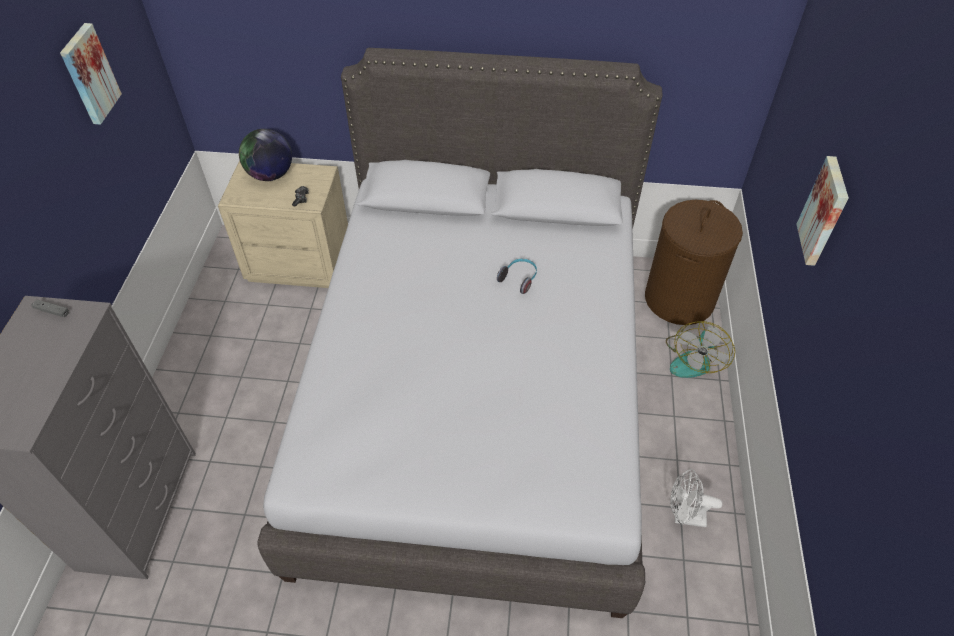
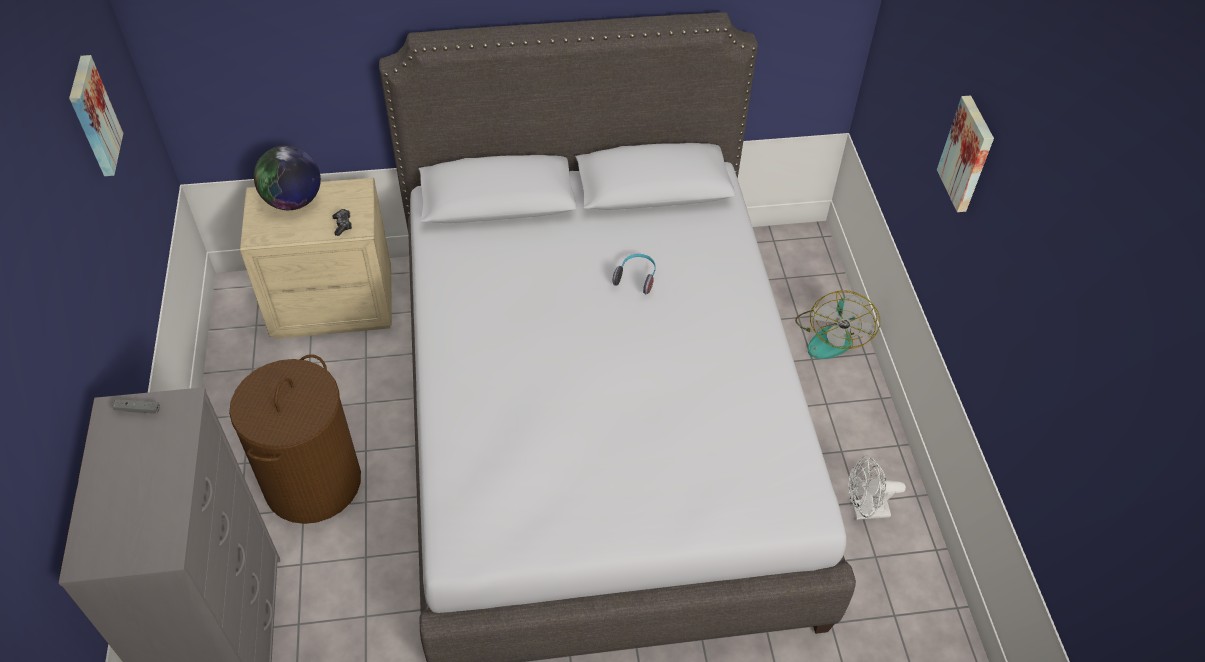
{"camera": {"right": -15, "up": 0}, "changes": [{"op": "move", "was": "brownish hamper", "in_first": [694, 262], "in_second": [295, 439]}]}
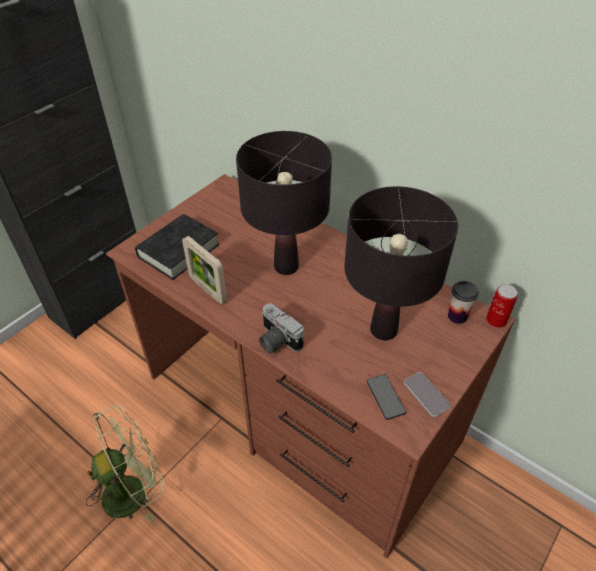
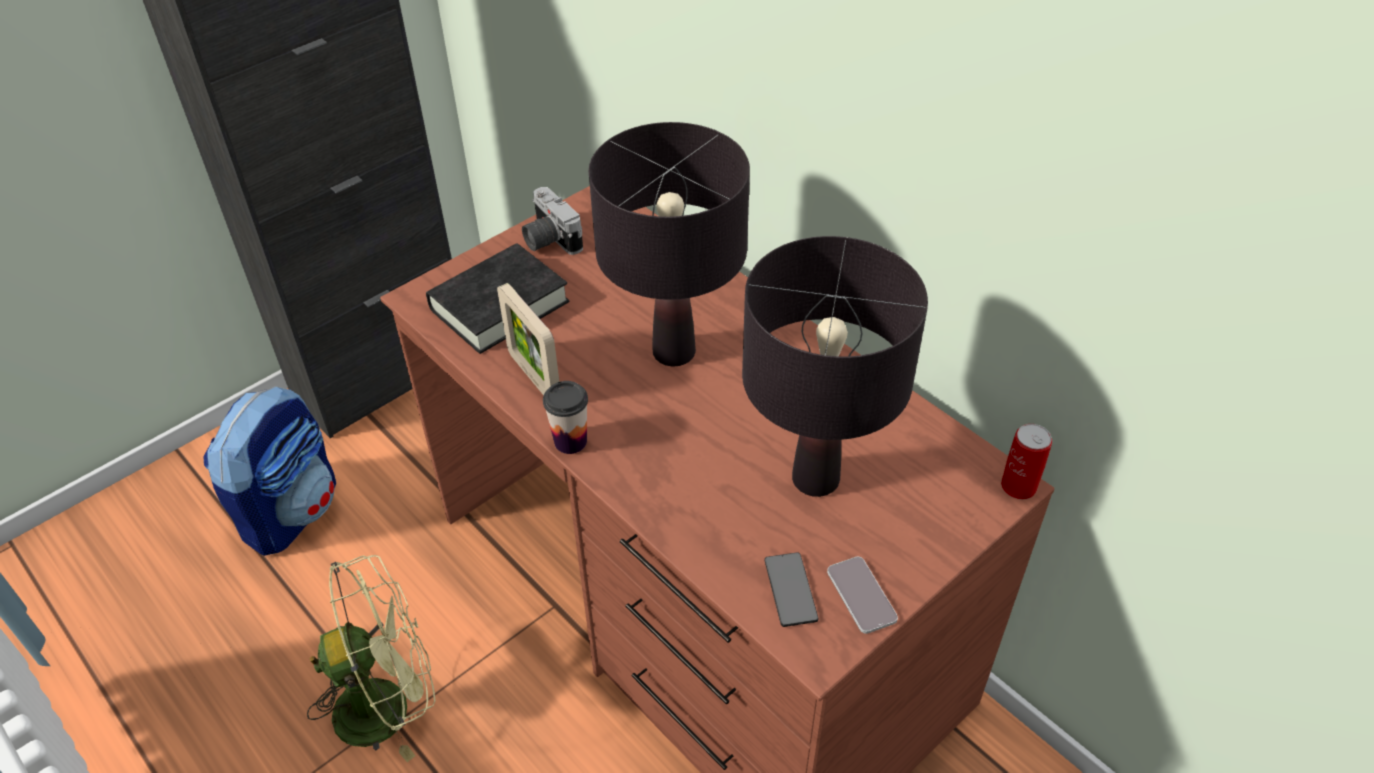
{"camera": {"right": 10, "up": 0}, "changes": [{"op": "insert", "now": "knapsack", "in_second": [269, 471]}, {"op": "move", "was": "photo camera", "in_first": [281, 328], "in_second": [552, 221]}, {"op": "move", "was": "small cup", "in_first": [463, 302], "in_second": [565, 417]}]}
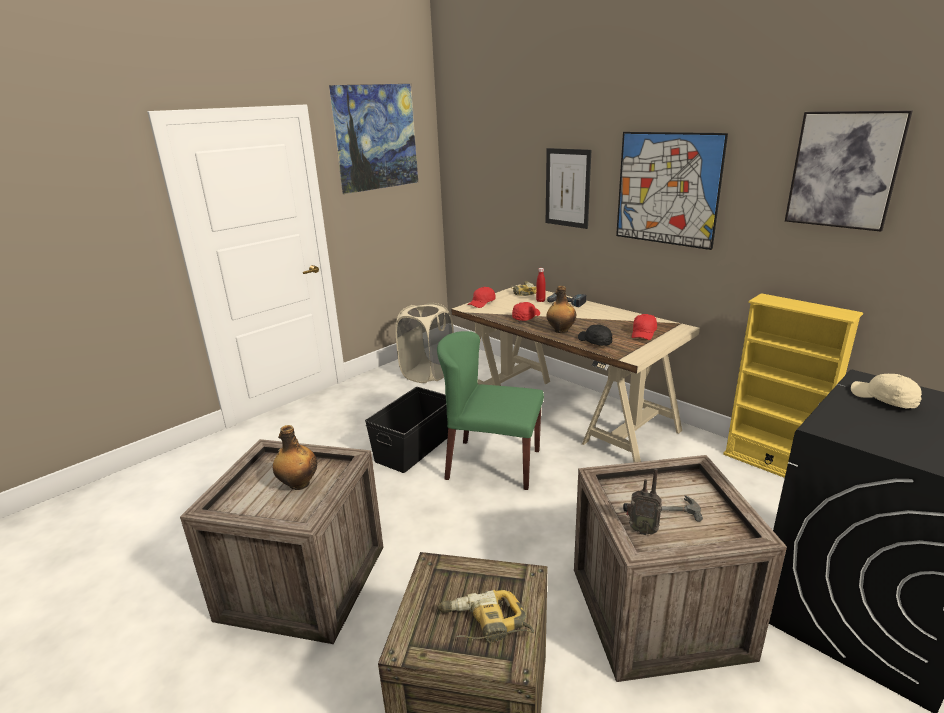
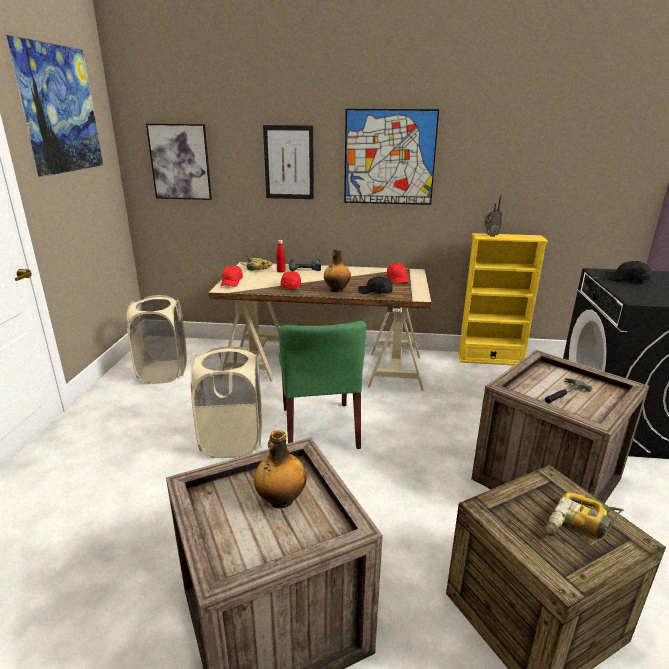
{"camera": {"right": -40, "up": 0}, "changes": [{"op": "move", "was": "radio", "in_first": [644, 501], "in_second": [493, 216]}, {"op": "move", "was": "wall picture", "in_first": [849, 171], "in_second": [179, 162]}, {"op": "replace", "was": "black storage box", "now": "sand-coloured hamper", "in_first": [406, 430], "in_second": [226, 402]}, {"op": "recolor", "was": "sand-coloured cap", "now": "black cap", "in_first": [886, 391], "in_second": [628, 271]}, {"op": "rotate", "was": "green plain chair", "in_first": [490, 410], "in_second": [322, 385], "clockwise": -75}]}
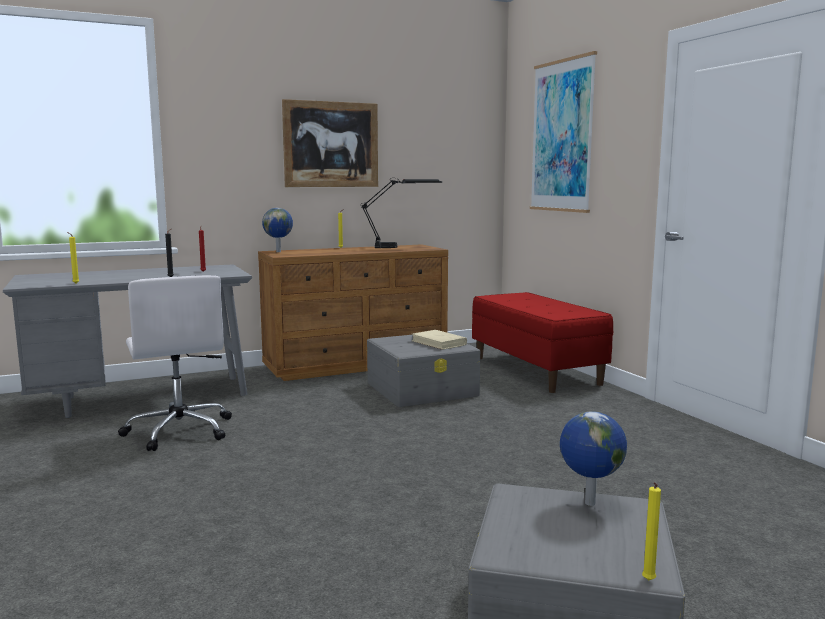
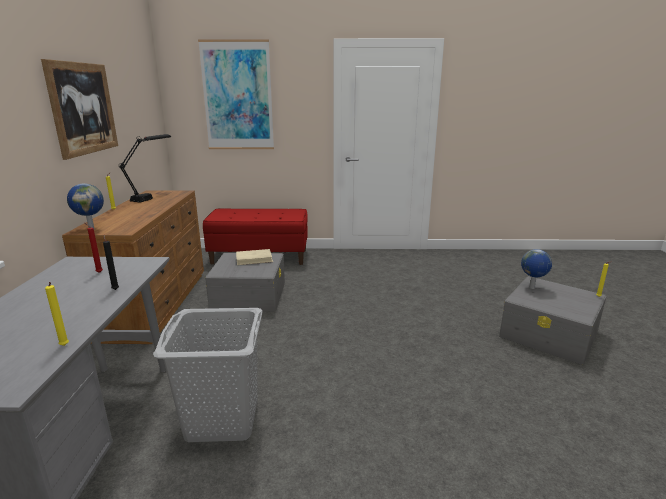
{"camera": {"right": -65, "up": 10}, "changes": [{"op": "replace", "was": "white computer chair", "now": "grey hamper", "in_first": [175, 363], "in_second": [208, 375]}]}
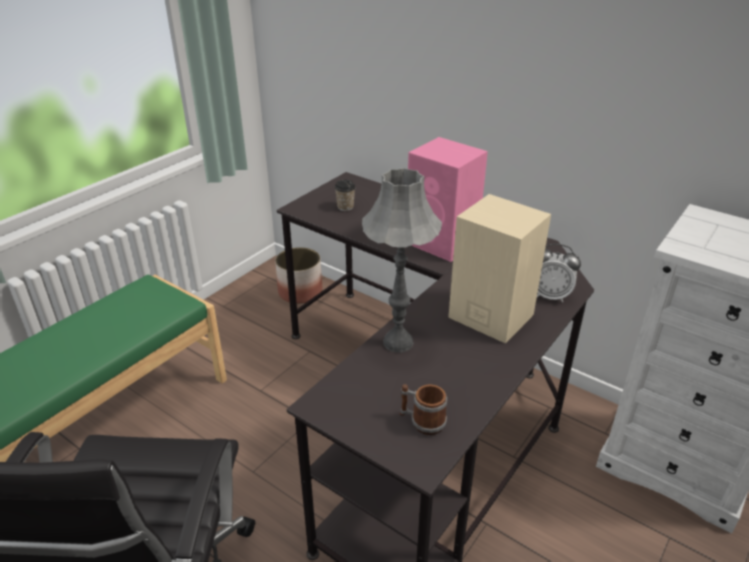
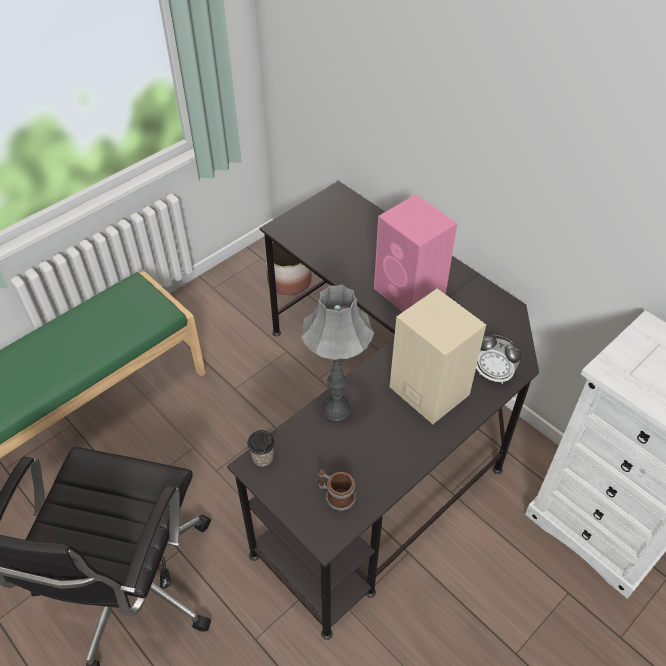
{"camera": {"right": 10, "up": 15}, "changes": [{"op": "move", "was": "small cup", "in_first": [345, 195], "in_second": [261, 448]}]}
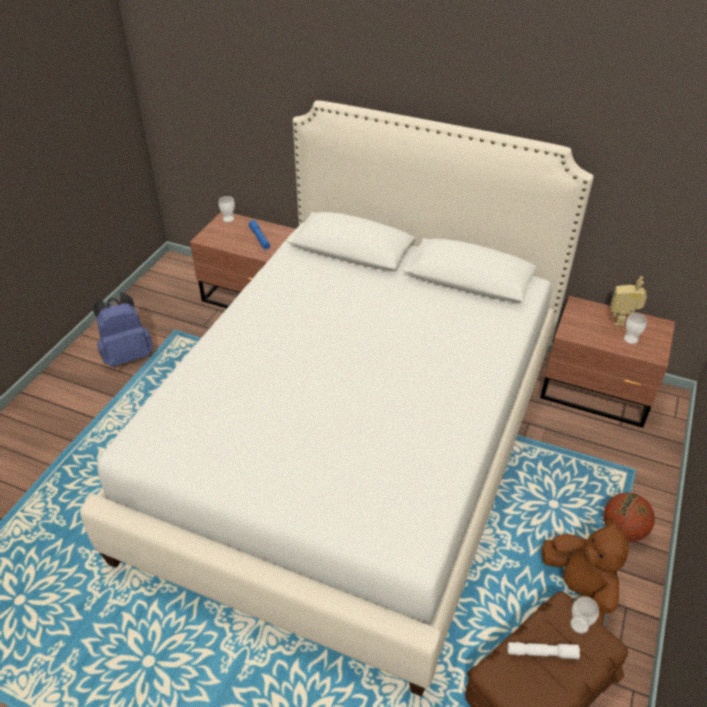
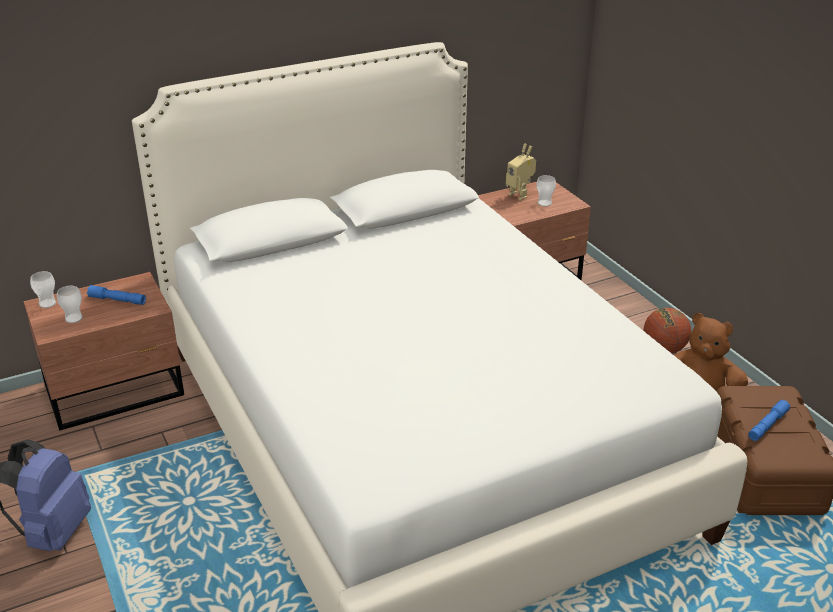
{"camera": {"right": -50, "up": -10}, "changes": [{"op": "move", "was": "small cup", "in_first": [584, 615], "in_second": [70, 304]}, {"op": "recolor", "was": "white hand torch", "now": "blue-coloured hand torch", "in_first": [544, 650], "in_second": [769, 420]}]}
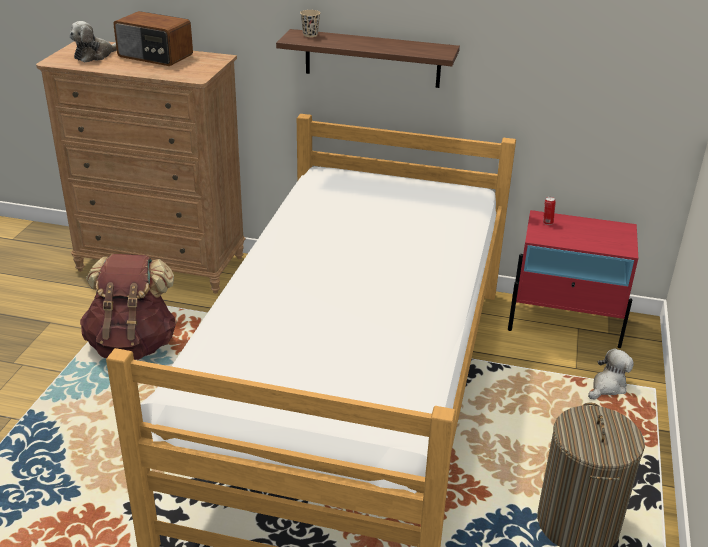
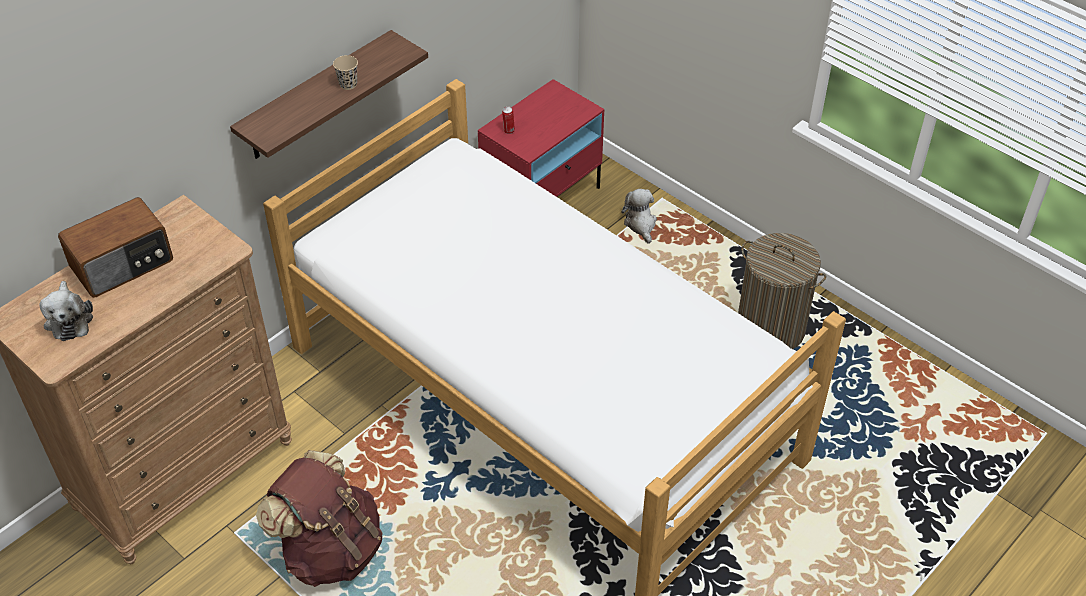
{"camera": {"right": -60, "up": 15}, "changes": [{"op": "move", "was": "sand-coloured small cup", "in_first": [310, 23], "in_second": [345, 72]}]}
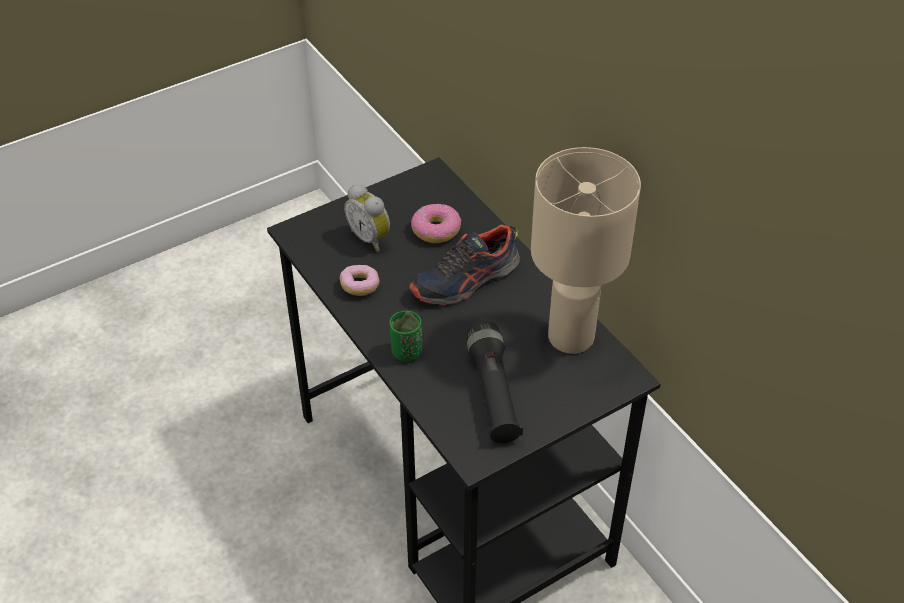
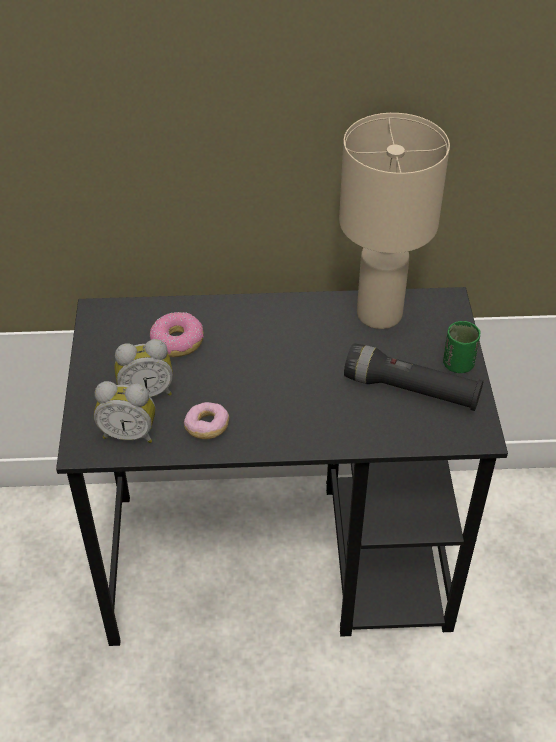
{"camera": {"right": -60, "up": 0}, "changes": [{"op": "delete", "was": "item of footwear", "in_first": [464, 264]}, {"op": "insert", "now": "table clock", "in_second": [124, 412]}, {"op": "move", "was": "green small cup", "in_first": [405, 335], "in_second": [461, 347]}]}
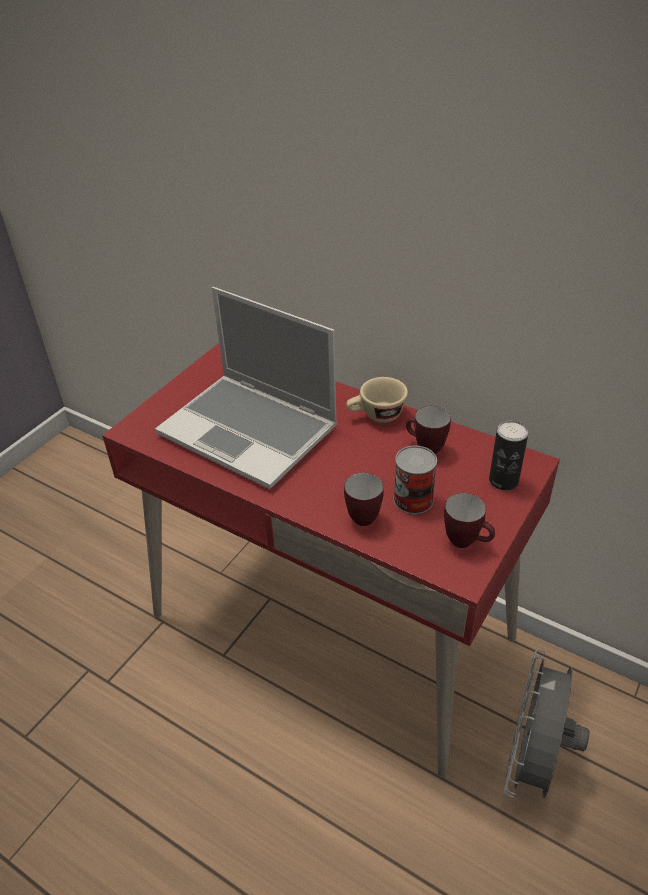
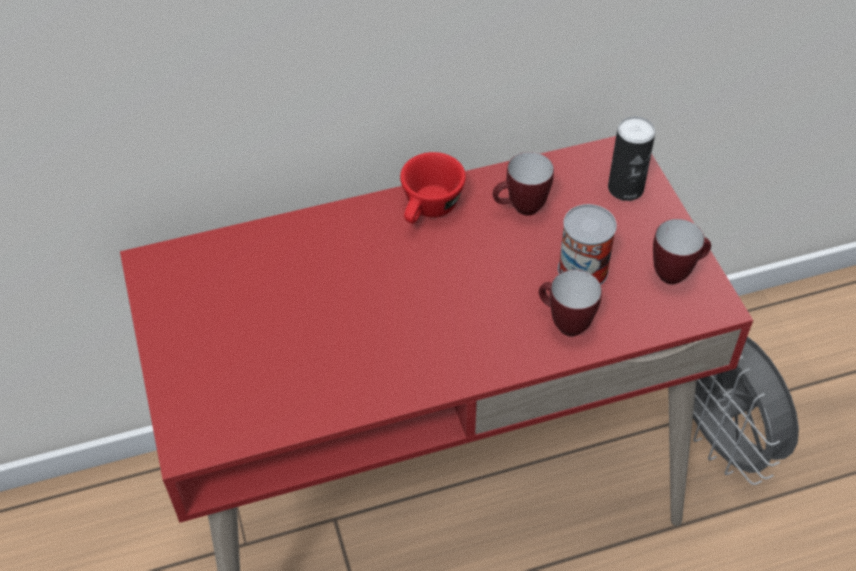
{"camera": {"right": -50, "up": 10}, "changes": [{"op": "delete", "was": "laptop", "in_first": [246, 388]}, {"op": "recolor", "was": "sand-coloured small cup", "now": "red-coloured small cup", "in_first": [377, 400], "in_second": [433, 188]}]}
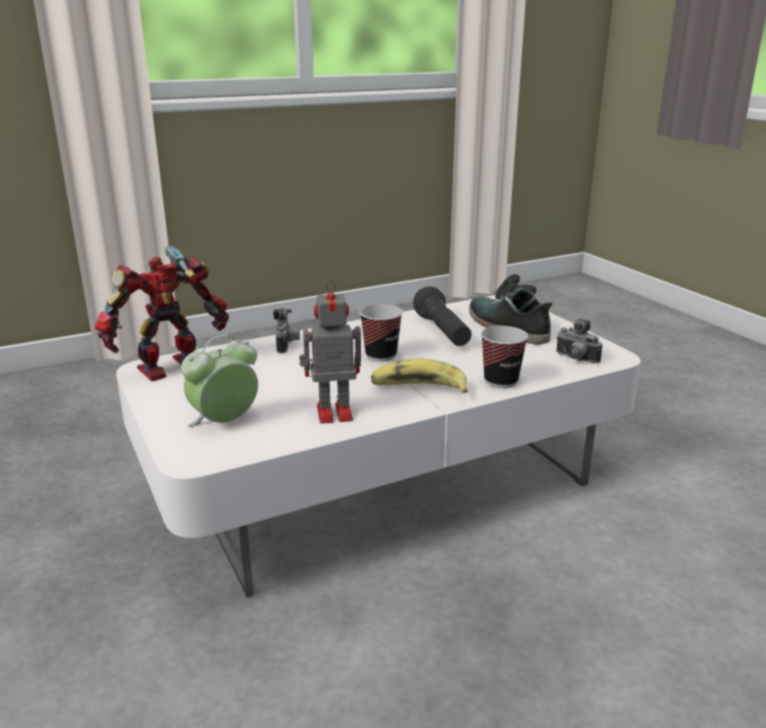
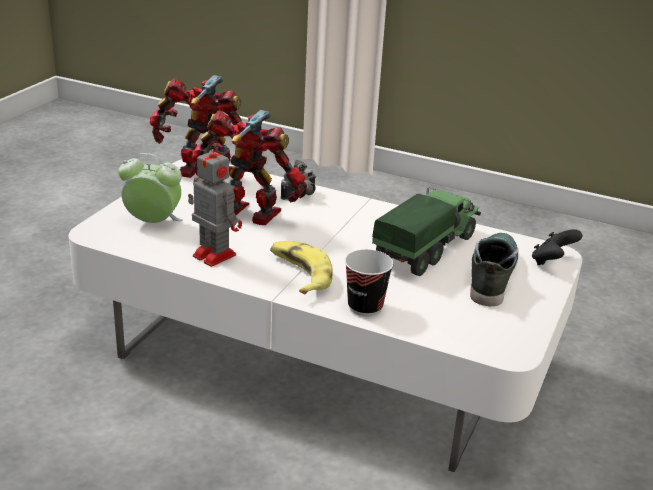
{"camera": {"right": 50, "up": 5}, "changes": [{"op": "delete", "was": "small cup", "in_first": [381, 333]}, {"op": "delete", "was": "photo camera", "in_first": [579, 341]}, {"op": "insert", "now": "toy robot", "in_second": [249, 167]}, {"op": "replace", "was": "black hand torch", "now": "model truck", "in_first": [442, 316], "in_second": [426, 231]}]}
